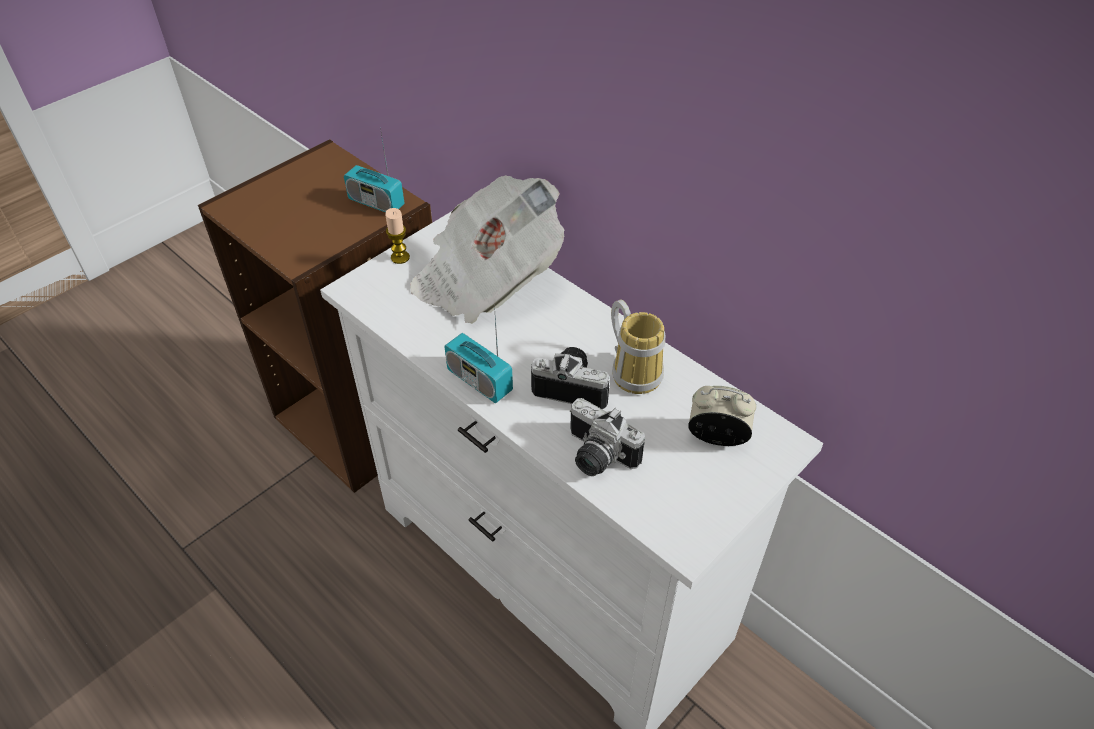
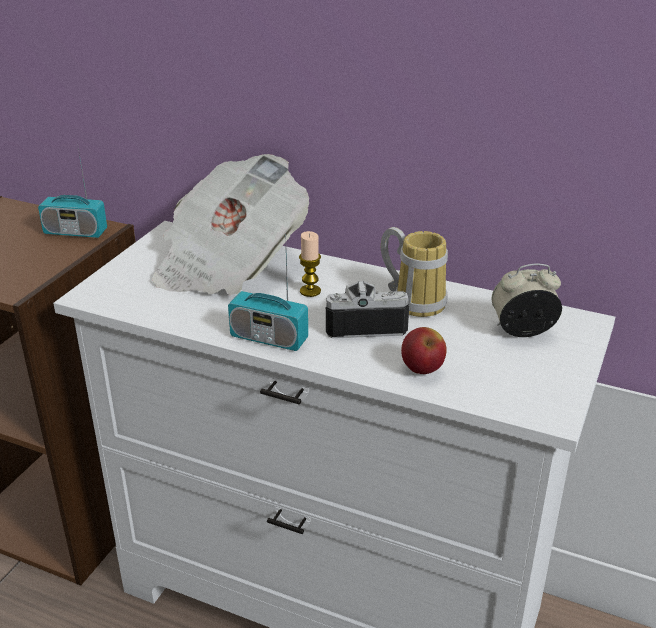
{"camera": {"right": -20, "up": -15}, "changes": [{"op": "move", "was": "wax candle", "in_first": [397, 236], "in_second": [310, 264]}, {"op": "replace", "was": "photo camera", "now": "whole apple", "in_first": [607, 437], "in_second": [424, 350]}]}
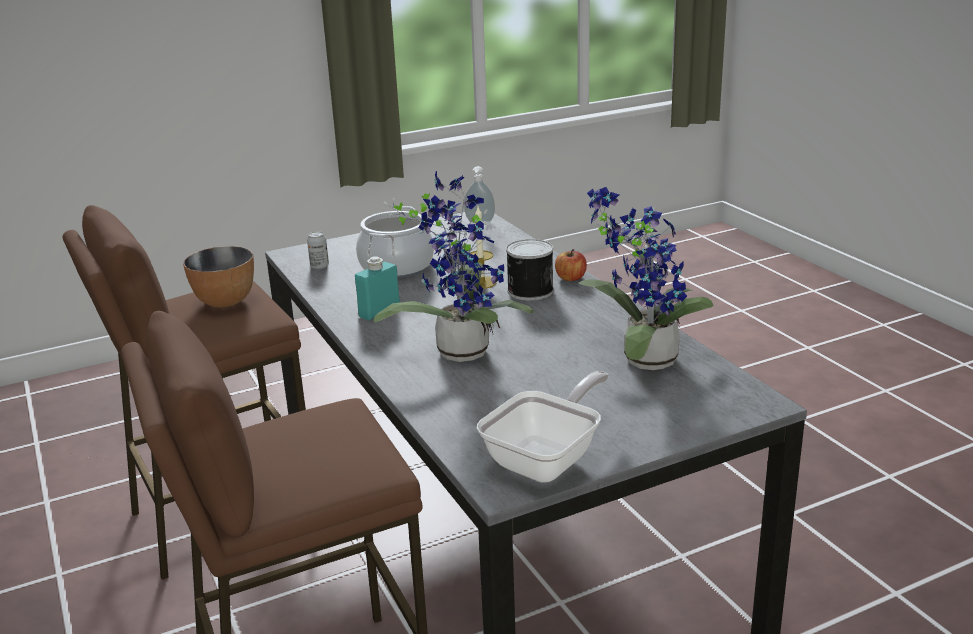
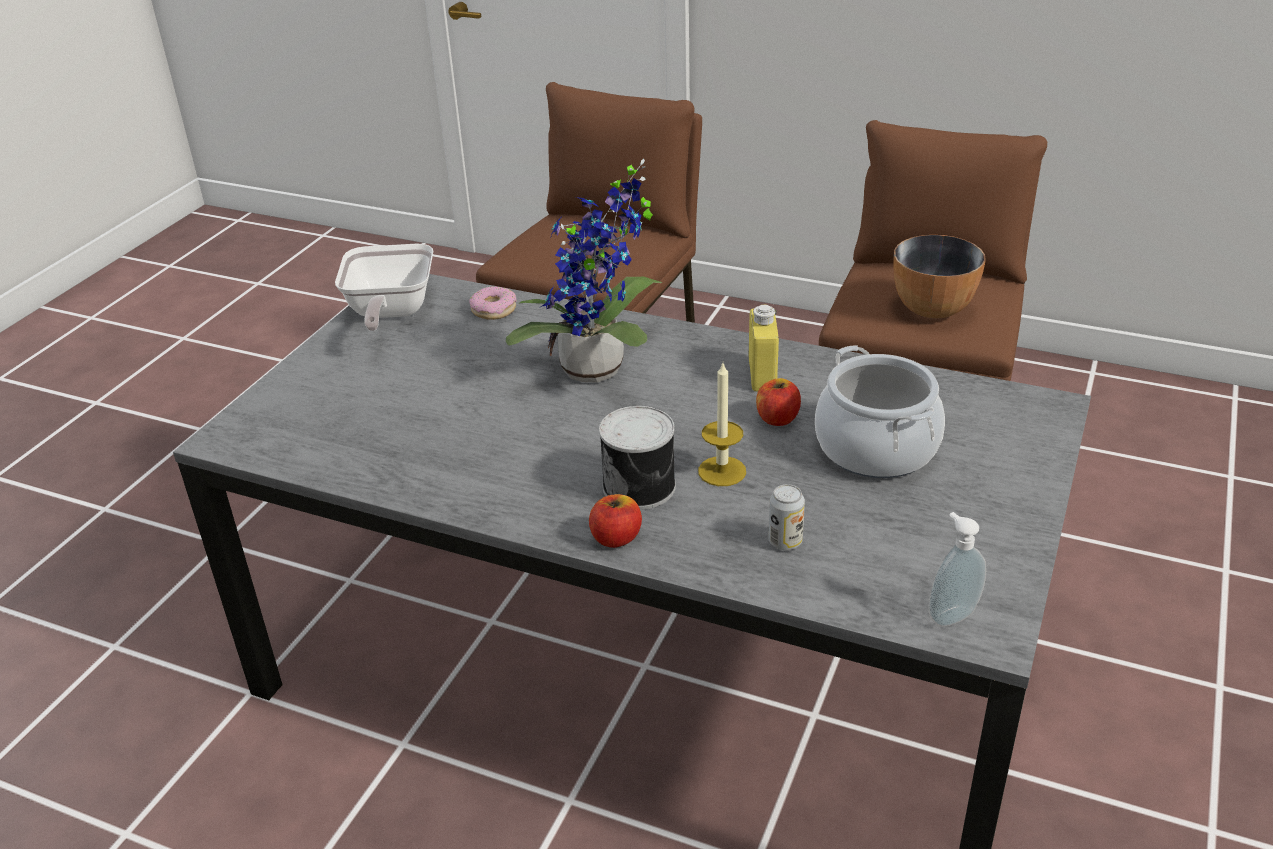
{"camera": {"right": 140, "up": 10}, "changes": [{"op": "delete", "was": "potted plant", "in_first": [645, 278]}, {"op": "insert", "now": "donut", "in_second": [493, 303]}, {"op": "insert", "now": "whole apple", "in_second": [778, 402]}, {"op": "move", "was": "sealed can", "in_first": [318, 250], "in_second": [787, 517]}, {"op": "recolor", "was": "turquoise-coloured drink bottle", "now": "yellow drink bottle", "in_first": [377, 288], "in_second": [764, 348]}]}
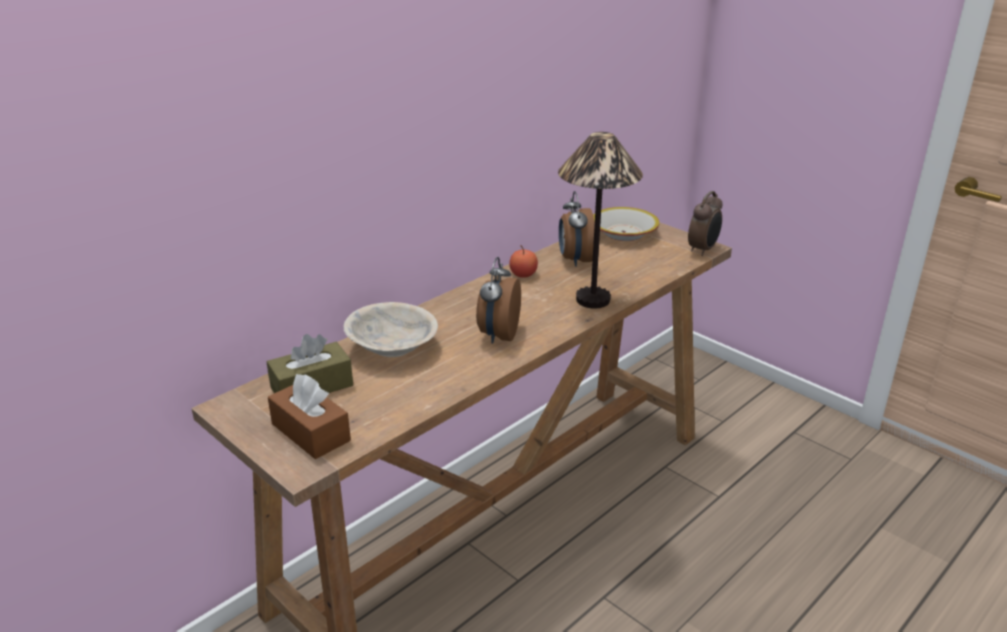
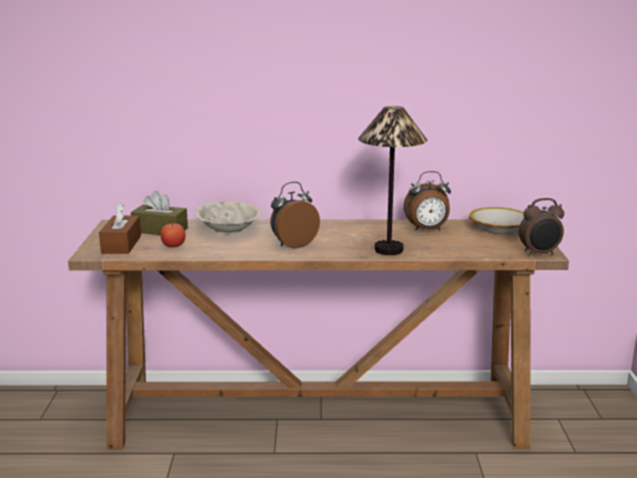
{"camera": {"right": 45, "up": -10}, "changes": [{"op": "move", "was": "whole apple", "in_first": [523, 262], "in_second": [172, 232]}, {"op": "rotate", "was": "table clock", "in_first": [577, 229], "in_second": [427, 201], "clockwise": -135}]}
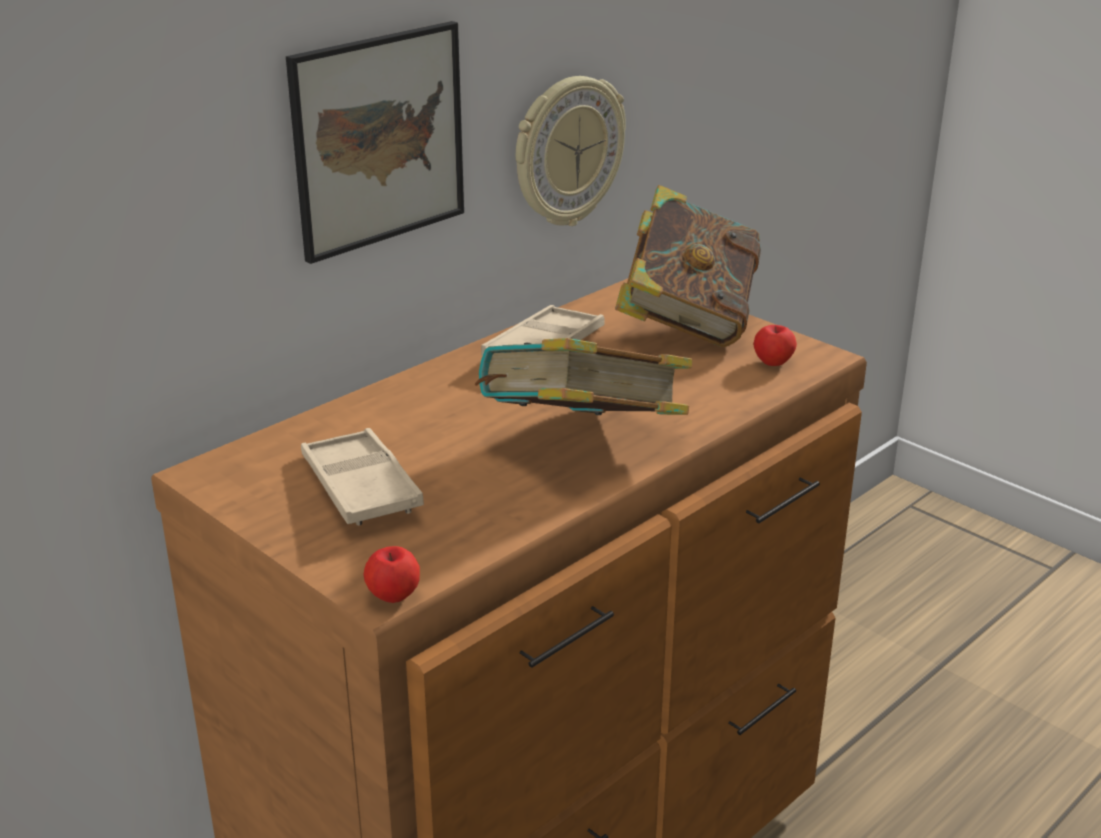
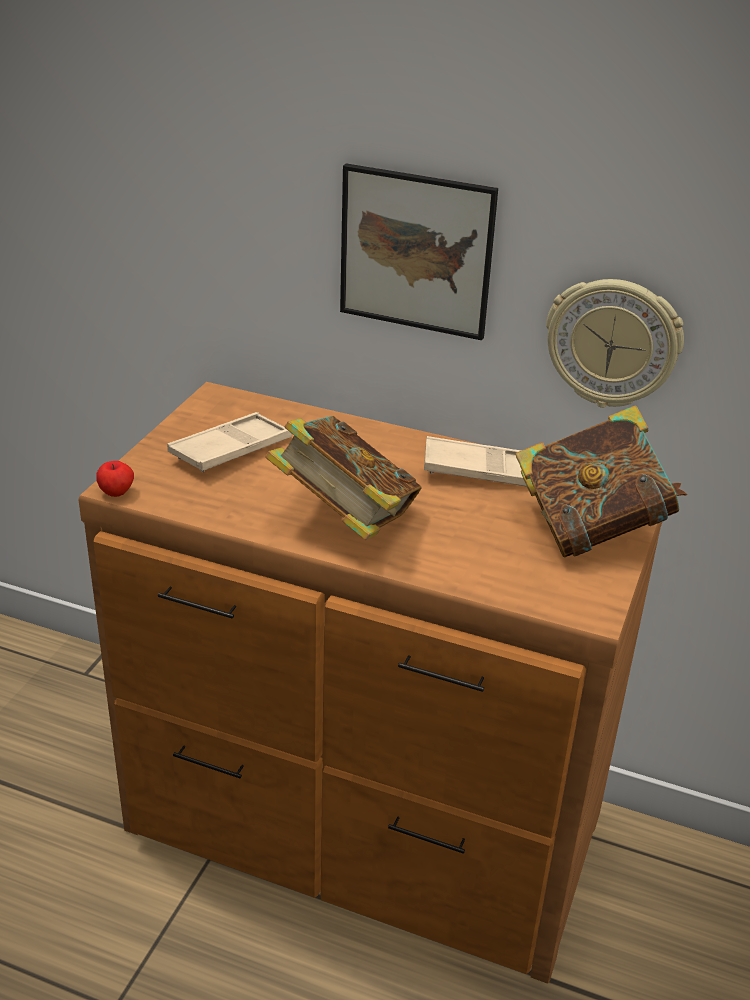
{"camera": {"right": 65, "up": 5}, "changes": [{"op": "delete", "was": "whole apple", "in_first": [775, 345]}]}
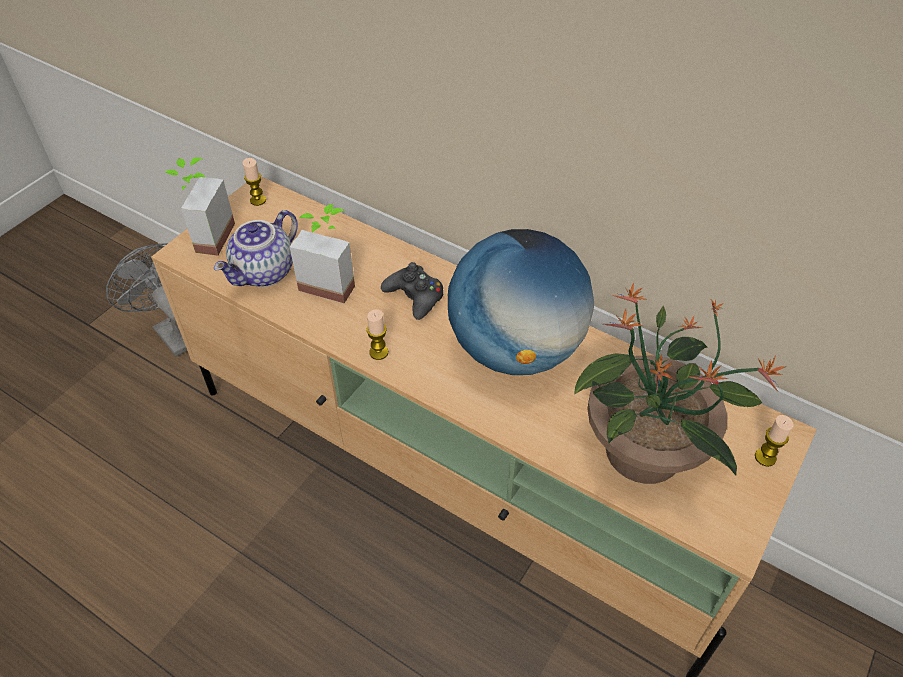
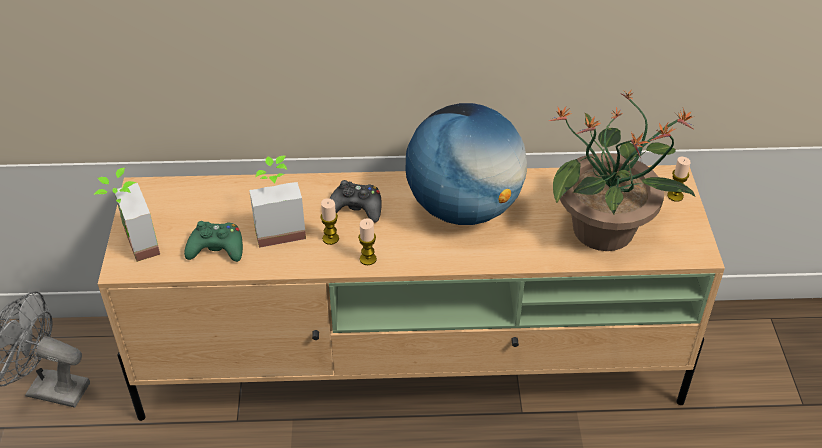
{"camera": {"right": -35, "up": -5}, "changes": [{"op": "move", "was": "wax candle", "in_first": [254, 182], "in_second": [329, 221]}, {"op": "replace", "was": "teapot", "now": "green gamepad", "in_first": [256, 248], "in_second": [213, 241]}]}
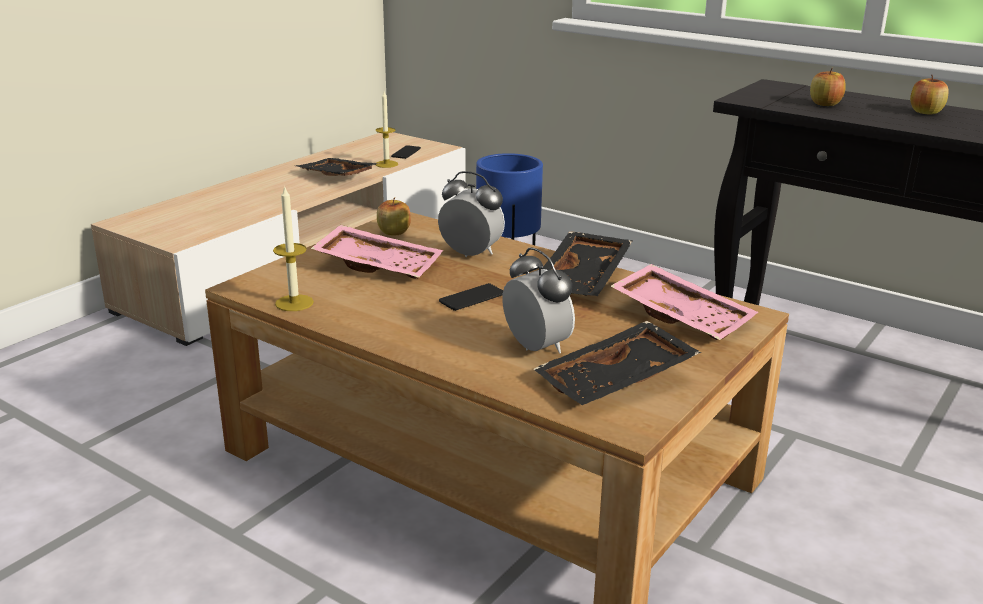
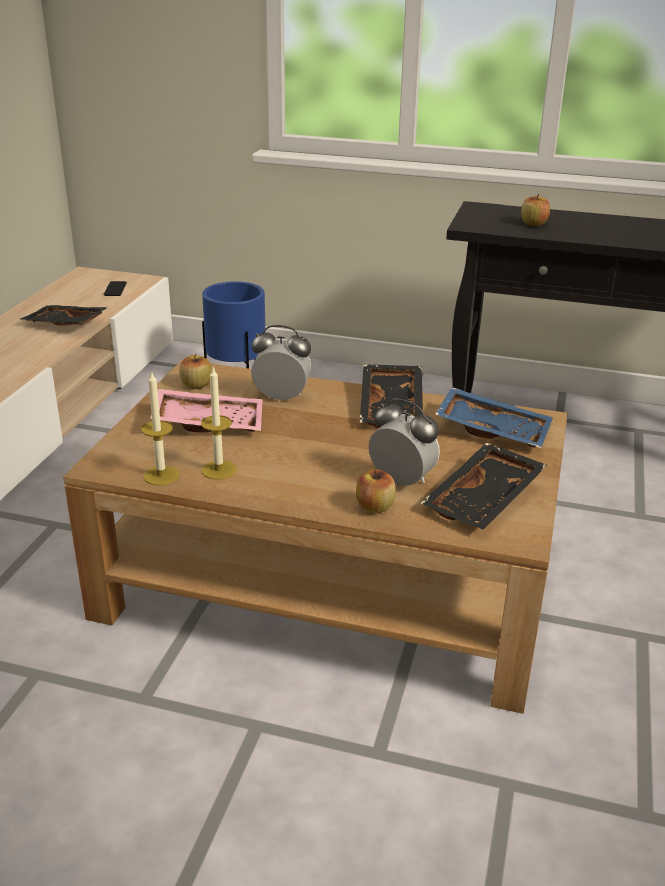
{"camera": {"right": -20, "up": 5}, "changes": [{"op": "delete", "was": "telephone", "in_first": [471, 297]}, {"op": "move", "was": "wax candle", "in_first": [387, 129], "in_second": [219, 424]}, {"op": "move", "was": "whole apple", "in_first": [929, 95], "in_second": [376, 491]}, {"op": "recolor", "was": "pinkish carrying tray", "now": "blue-coloured carrying tray", "in_first": [684, 302], "in_second": [494, 417]}]}
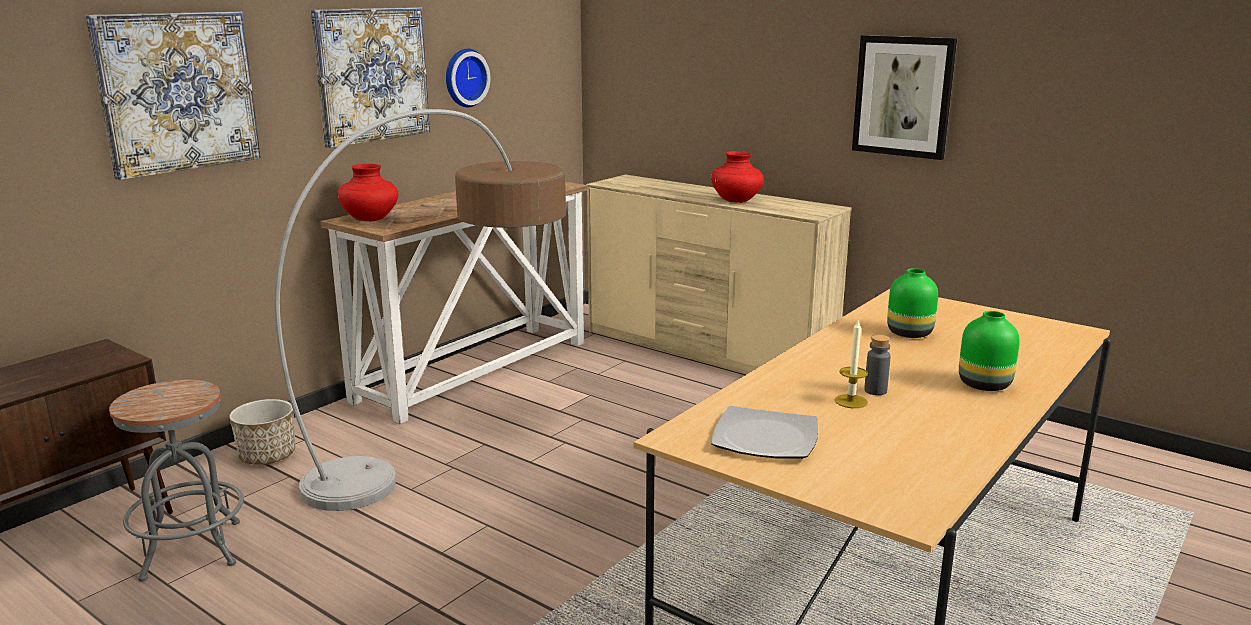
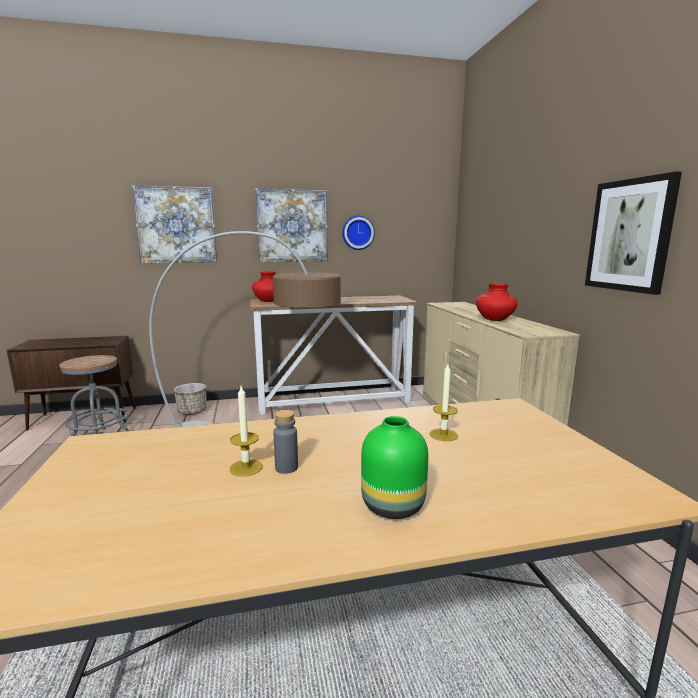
{"camera": {"right": 40, "up": -5}, "changes": [{"op": "delete", "was": "plate", "in_first": [764, 432]}, {"op": "replace", "was": "green vase", "now": "wax candle", "in_first": [912, 303], "in_second": [444, 402]}]}
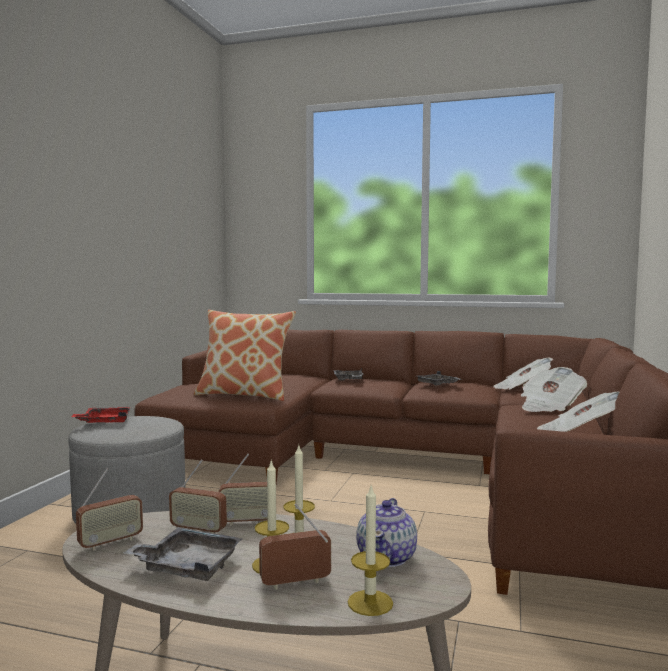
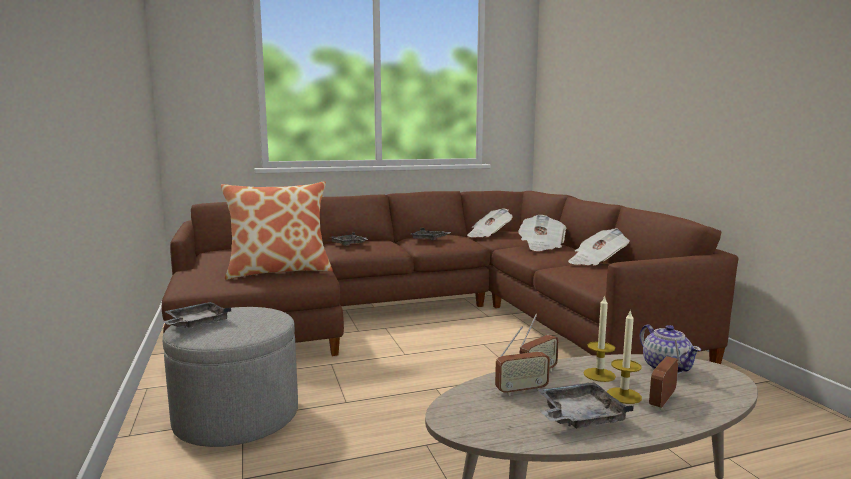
{"camera": {"right": -35, "up": 5}, "changes": [{"op": "delete", "was": "radio", "in_first": [109, 510]}, {"op": "delete", "was": "wax candle", "in_first": [370, 551]}, {"op": "recolor", "was": "red-coloured carrying tray", "now": "grey carrying tray", "in_first": [101, 415], "in_second": [196, 315]}]}
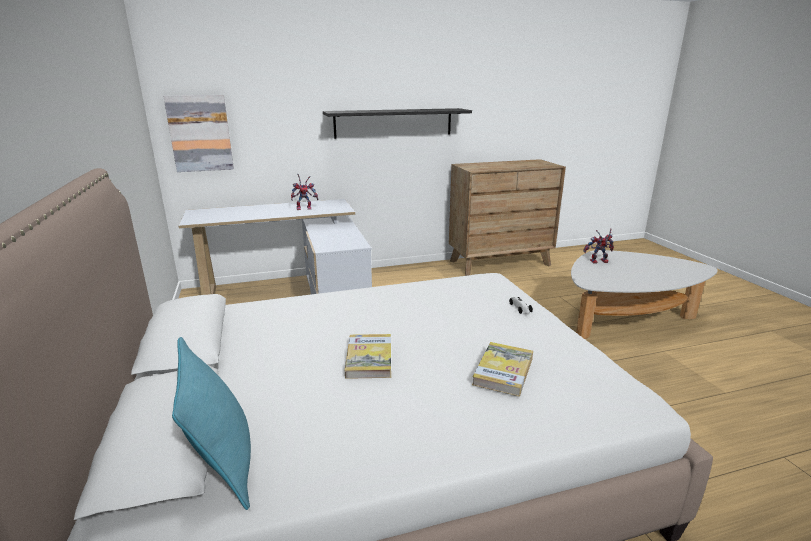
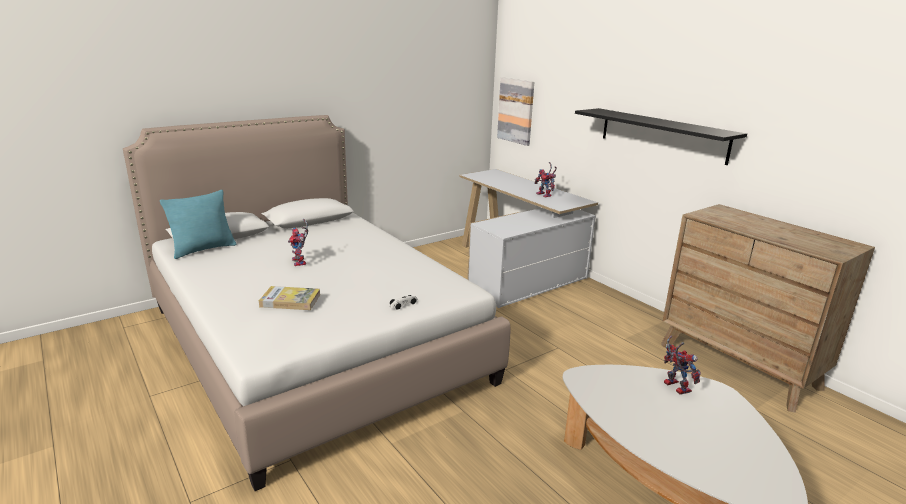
{"camera": {"right": 70, "up": 0}, "changes": [{"op": "replace", "was": "volume", "now": "toy robot", "in_first": [368, 356], "in_second": [298, 242]}]}
